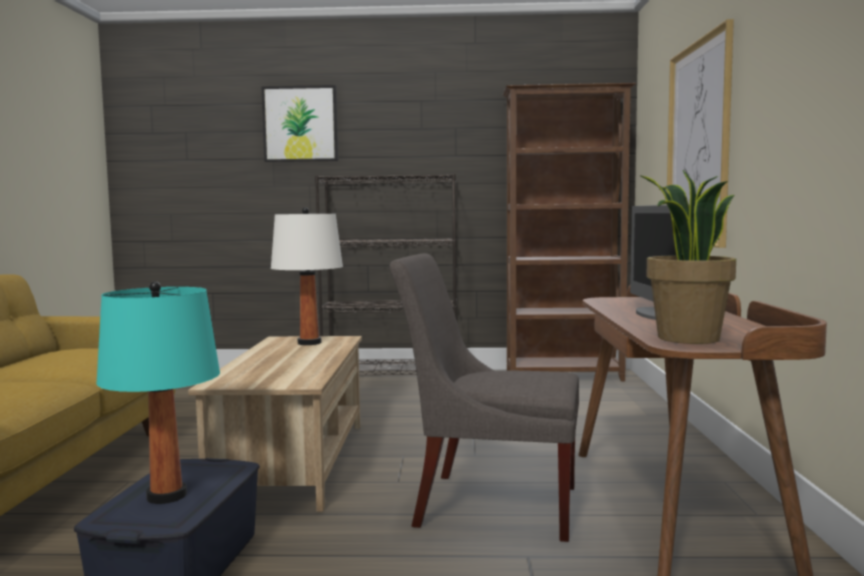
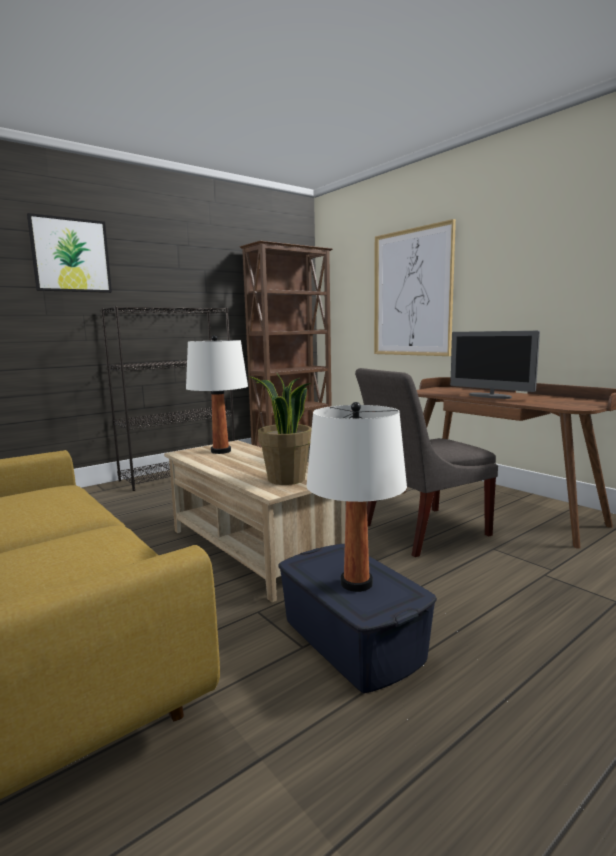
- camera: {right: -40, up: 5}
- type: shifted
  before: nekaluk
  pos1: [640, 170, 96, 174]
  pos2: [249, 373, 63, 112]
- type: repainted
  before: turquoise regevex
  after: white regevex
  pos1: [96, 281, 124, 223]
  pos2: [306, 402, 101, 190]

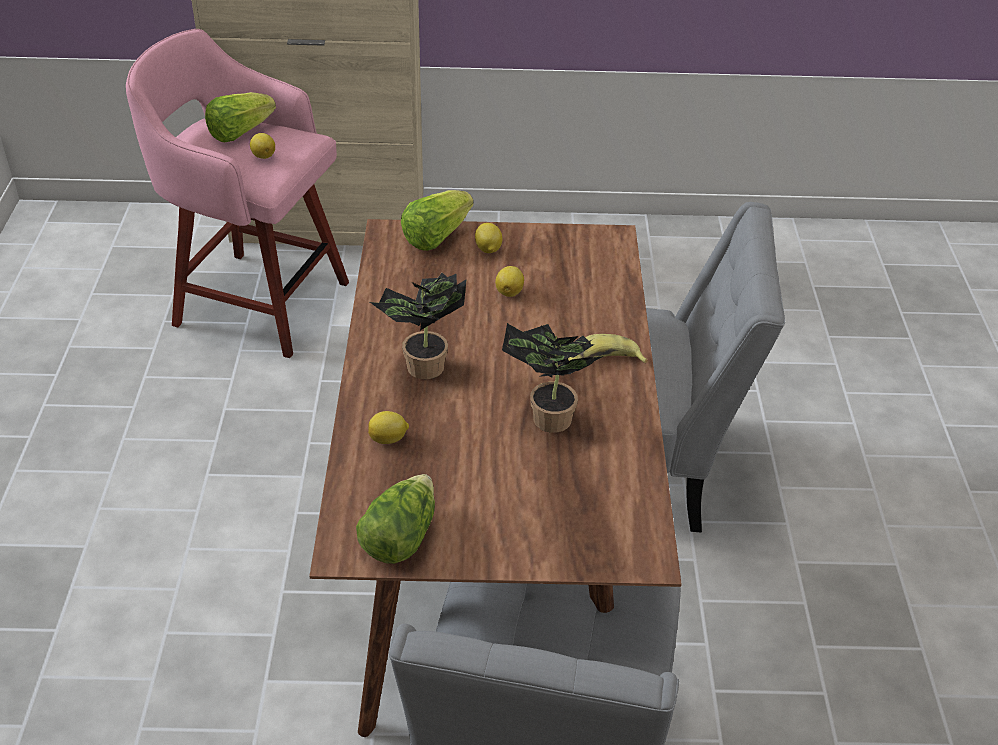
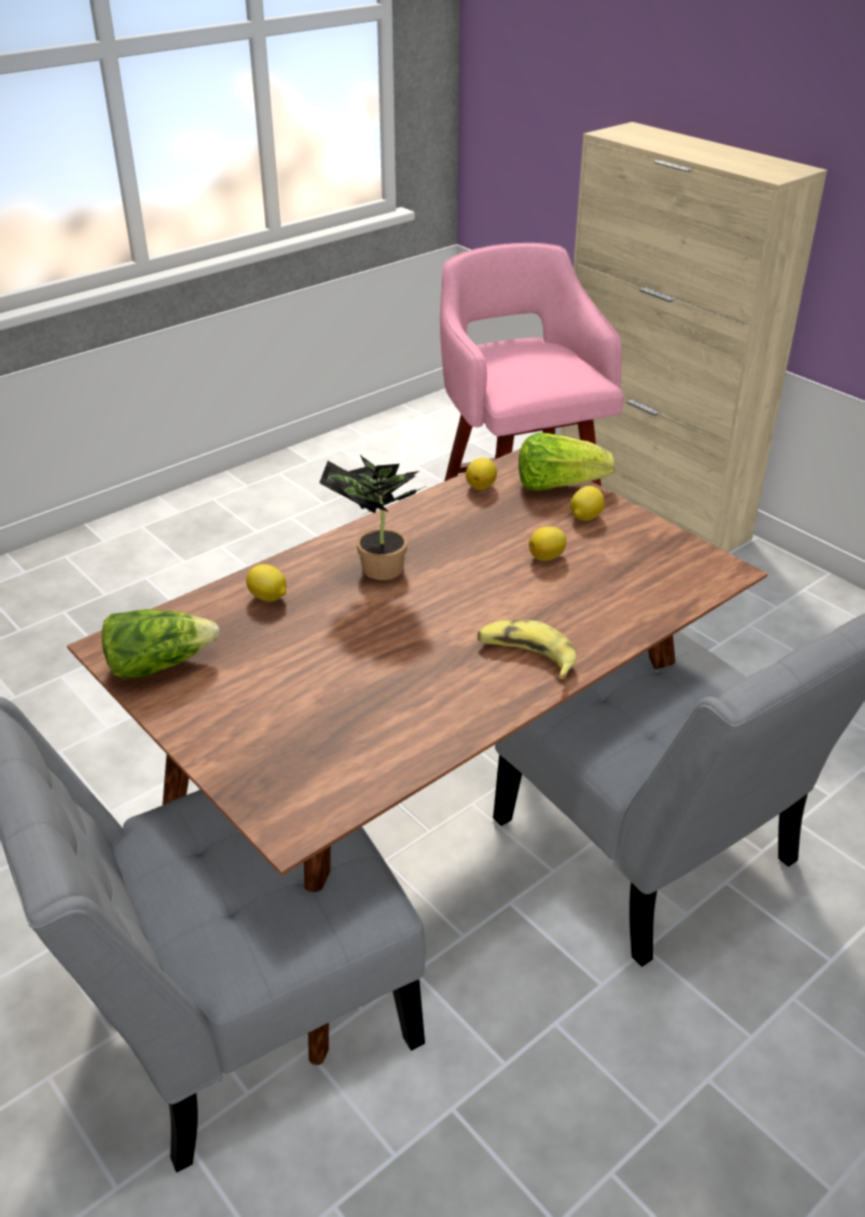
- camera: {right: 50, up: -5}
- type: gone
  before: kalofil
  pos1: [205, 92, 71, 50]
- type: shifted
  before: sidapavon
  pos1: [250, 133, 25, 26]
  pos2: [466, 458, 31, 32]
- type: gone
  before: nekaluk
  pos1: [502, 323, 102, 110]

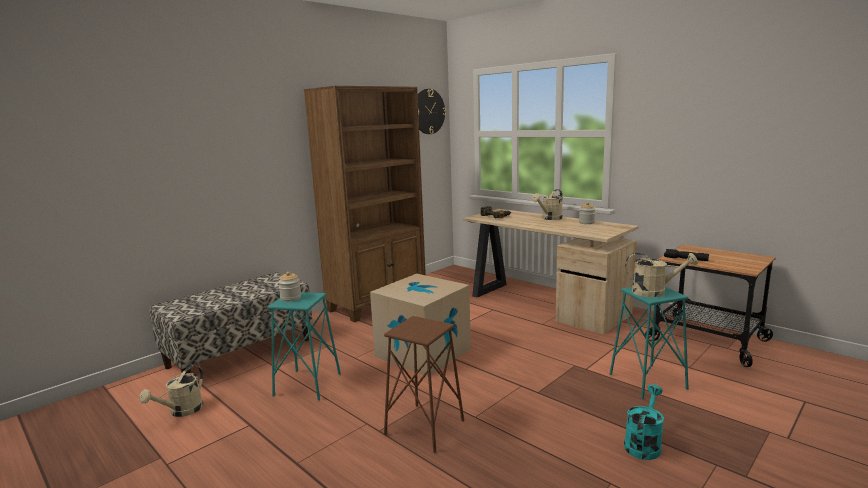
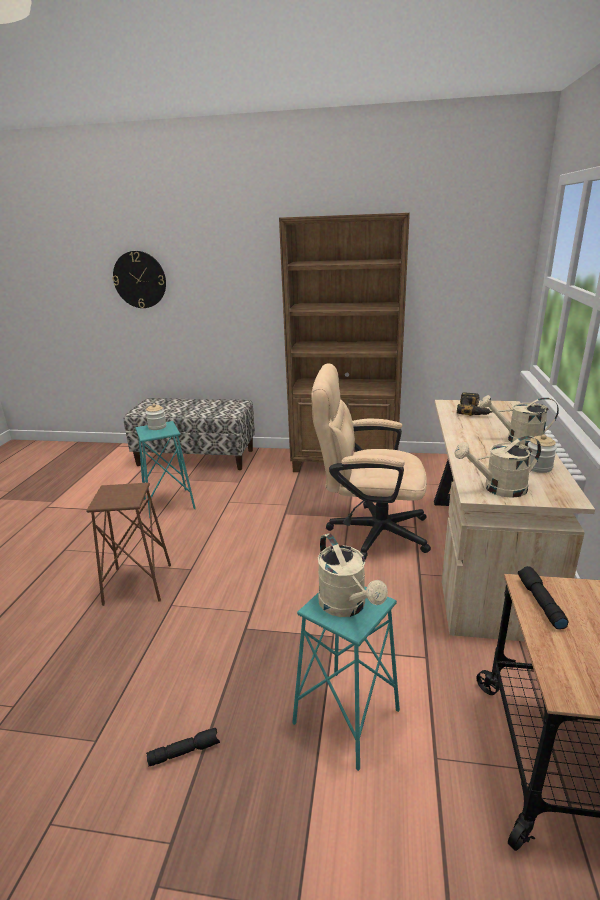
- camera: {right: 55, up: 10}
- type: shifted
  before: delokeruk
  pos1: [418, 89, 28, 45]
  pos2: [113, 251, 53, 57]
- type: gone
  before: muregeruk
  pos1: [370, 274, 101, 103]
- type: shifted
  before: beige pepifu
  pos1: [139, 365, 64, 52]
  pos2: [454, 436, 87, 62]
- type: swapped
  before: turquoise pepifu
  after: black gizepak
  pos1: [624, 384, 40, 76]
  pos2: [146, 728, 74, 39]
- type: new
  after: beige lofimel
  pos2: [312, 363, 119, 197]

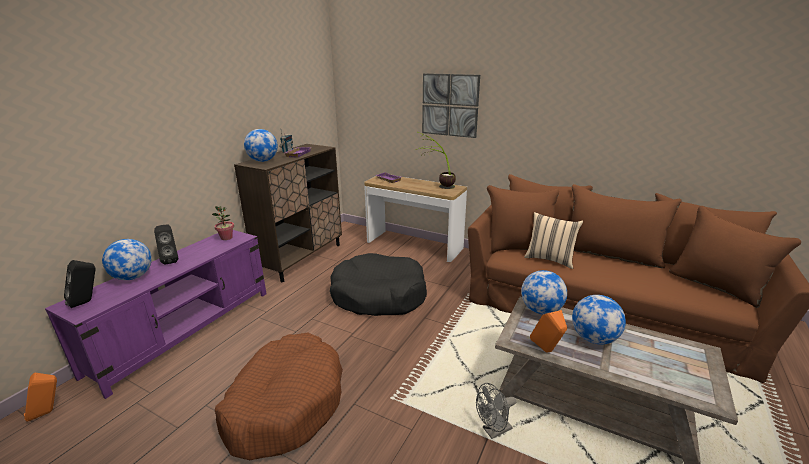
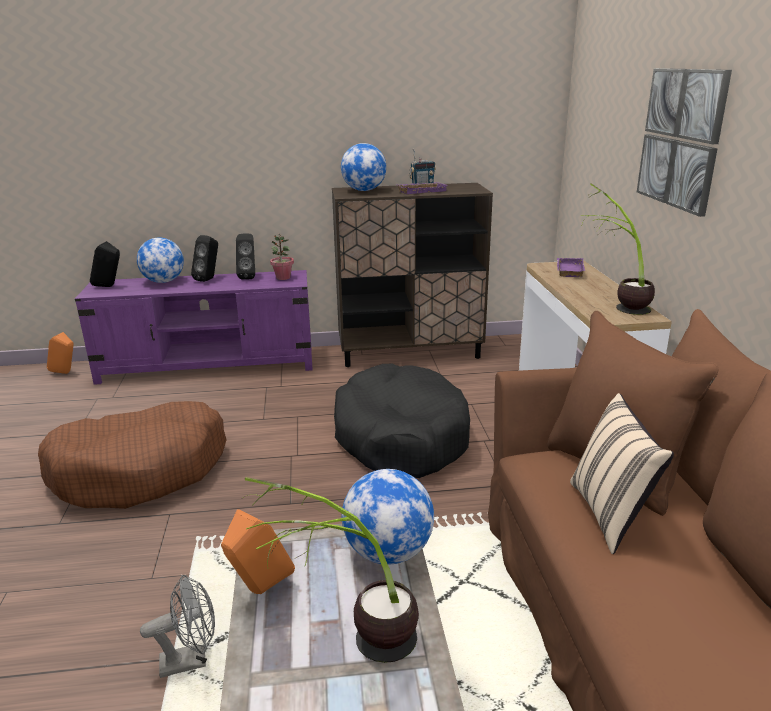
- camera: {right: 55, up: 0}
- type: swapped
  before: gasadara
  after: nekaluk
  pos1: [572, 295, 54, 50]
  pos2: [243, 477, 176, 186]
- type: rotated
  before: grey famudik
  pos1: [476, 383, 40, 56]
  pos2: [140, 575, 75, 103]
  turn: 135
- type: new
  after: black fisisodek
  pos2: [236, 234, 19, 46]

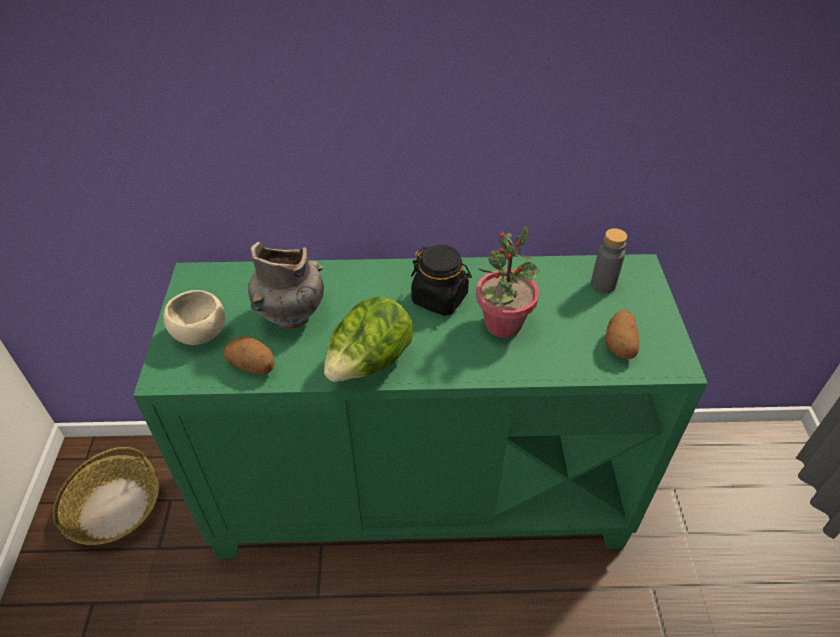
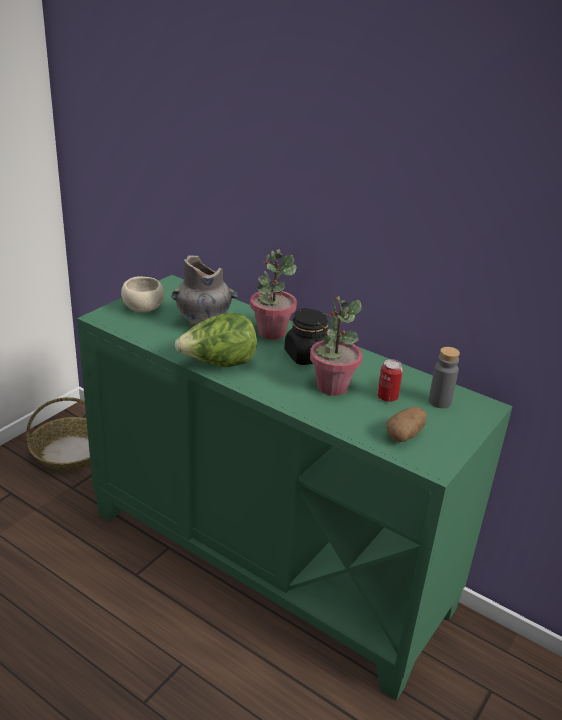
- camera: {right: 35, up: -15}
- type: gone
  before: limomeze
  pos1: [223, 336, 52, 38]
- type: new
  after: nekaluk
  pos2: [250, 249, 47, 90]
- type: new
  after: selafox
  pos2: [377, 359, 26, 43]

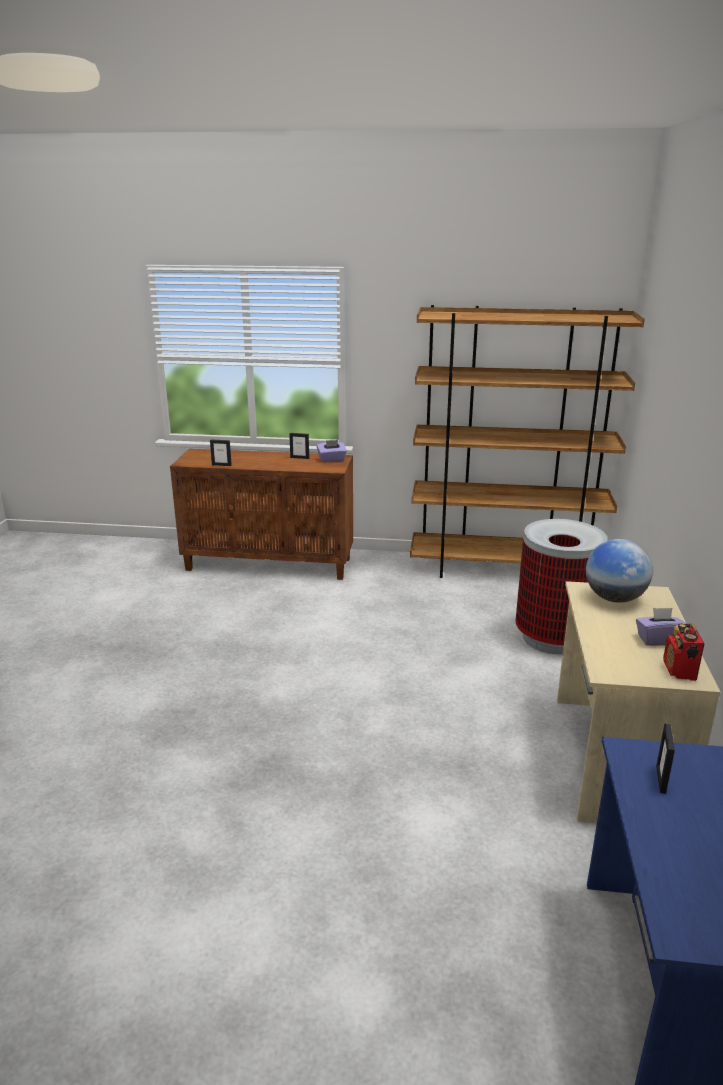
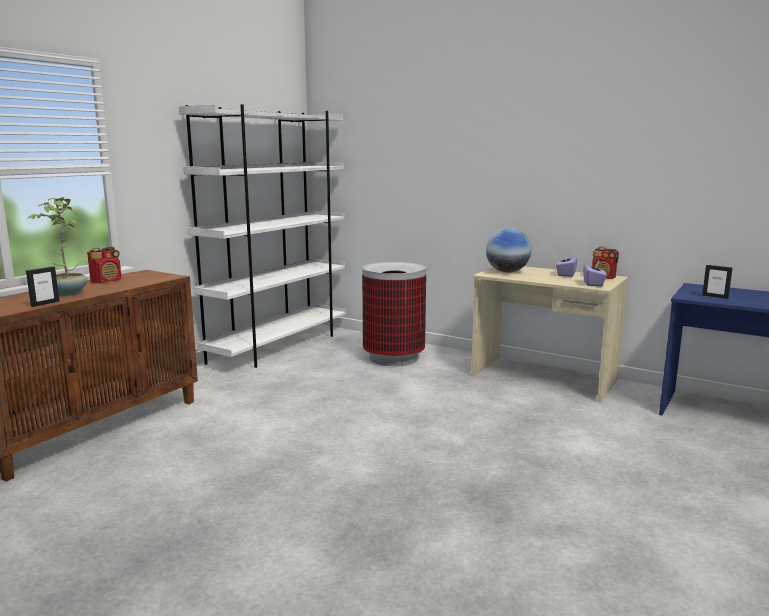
- camera: {right: -65, up: -10}
- type: repainted
  before: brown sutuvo
  after: white sutuvo
  pos1: [410, 305, 235, 273]
  pos2: [179, 104, 167, 264]
- type: swapped
  before: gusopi
  after: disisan
  pos1: [289, 433, 20, 26]
  pos2: [87, 247, 35, 36]
- type: shifted
  before: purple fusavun
  pos1: [317, 440, 30, 22]
  pos2: [583, 260, 24, 27]
- type: new
  after: nekaluk
  pos2: [27, 197, 60, 99]

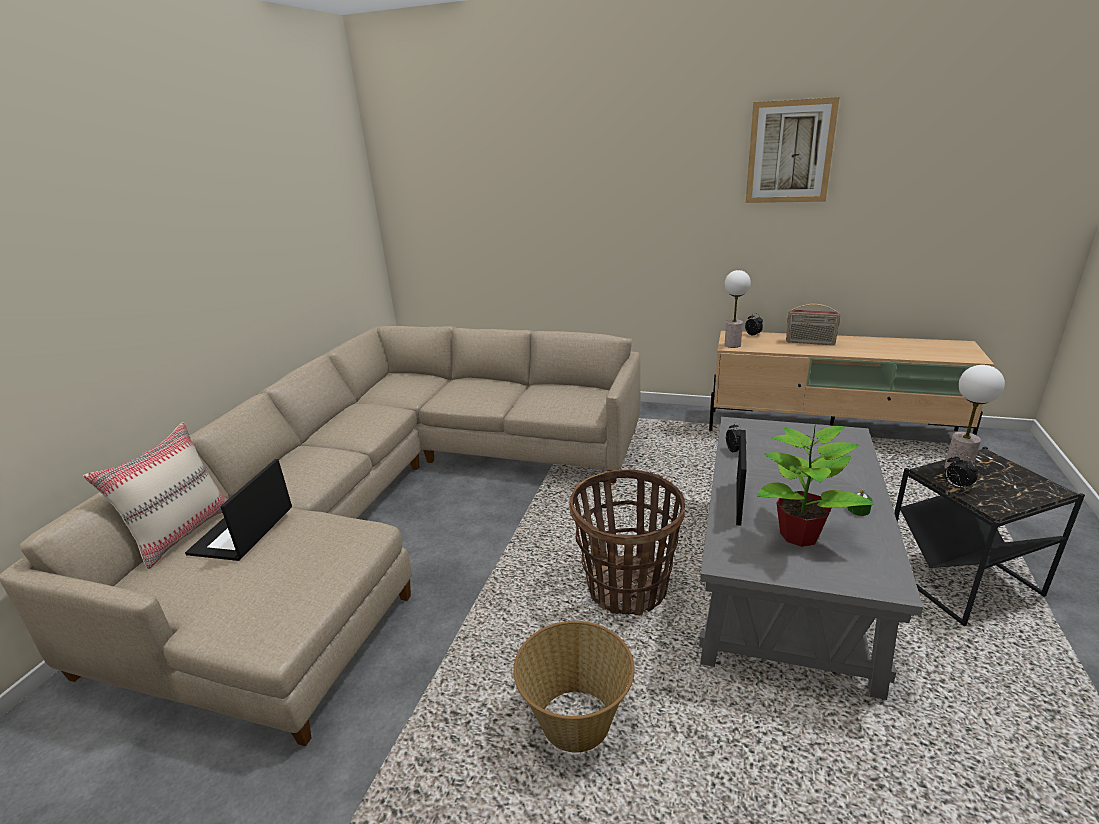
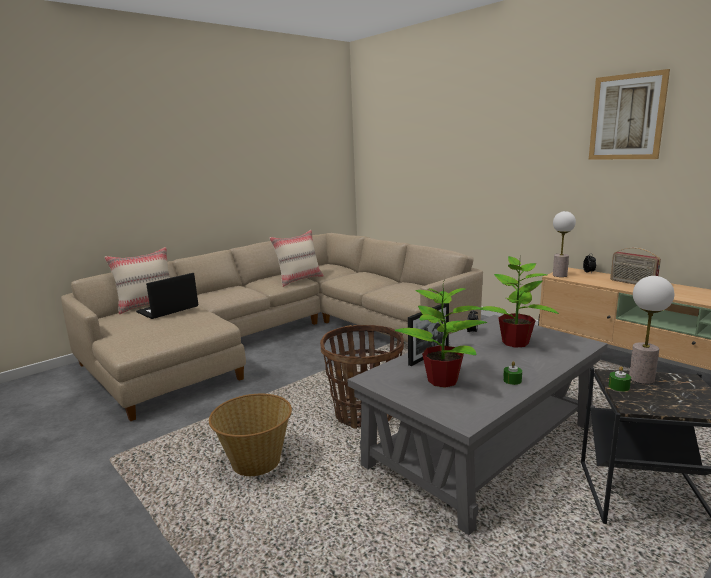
- camera: {right: 30, up: -10}
- type: swapped
  before: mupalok
  after: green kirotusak
  pos1: [944, 454, 34, 37]
  pos2: [608, 366, 23, 26]
- type: new
  after: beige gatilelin
  pos2: [269, 230, 55, 57]
- type: new
  after: nekaluk
  pos2: [478, 256, 81, 92]

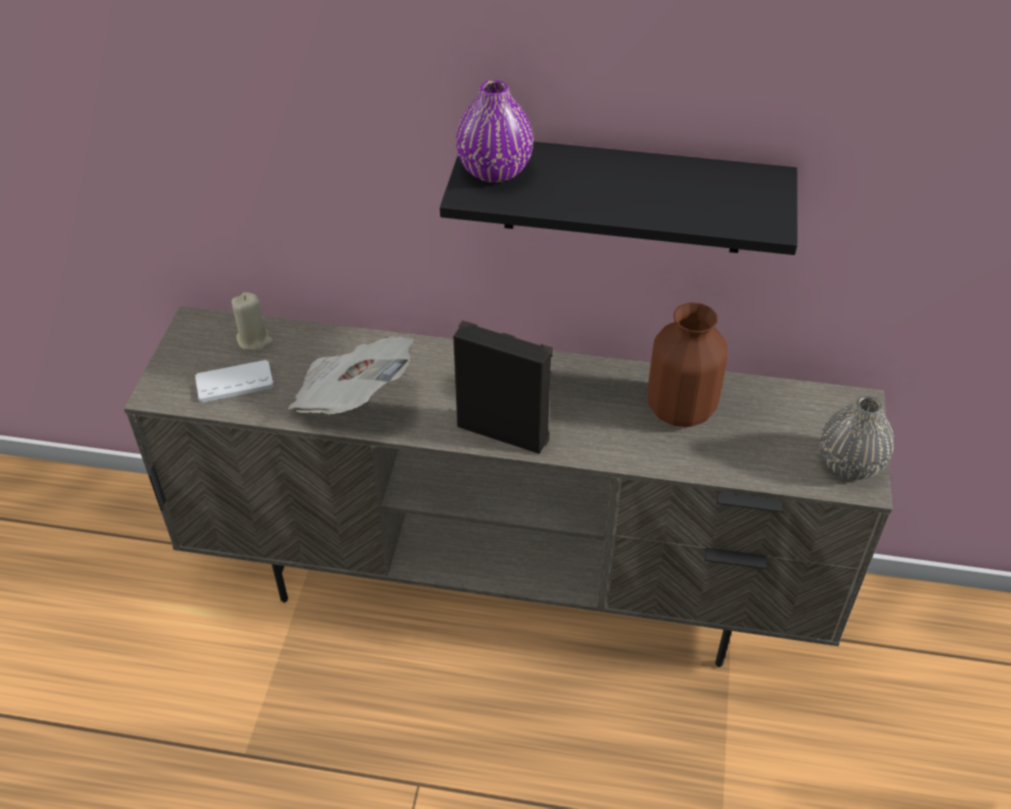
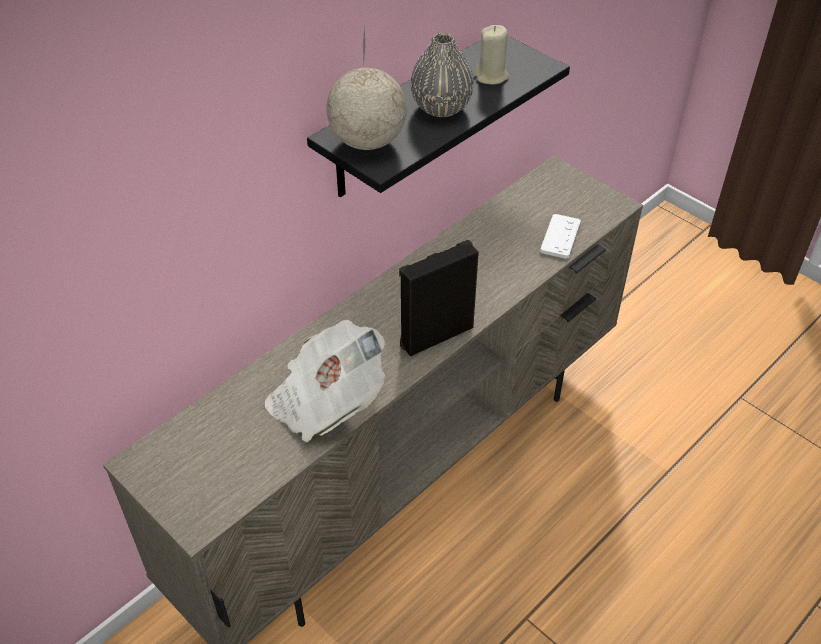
- camera: {right: -55, up: 0}
- type: swapped
  before: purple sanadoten
  after: gasadara
  pos1: [456, 80, 77, 103]
  pos2: [326, 24, 81, 126]
- type: shifted
  before: beige kirotusak
  pos1: [232, 292, 41, 59]
  pos2: [475, 25, 34, 60]
- type: gone
  before: brown sanadoten
  pos1: [648, 302, 79, 125]
- type: shifted
  before: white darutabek
  pos1: [195, 360, 79, 43]
  pos2: [540, 214, 41, 45]
- type: shifted
  before: grey sanadoten
  pos1: [820, 396, 74, 84]
  pos2: [411, 33, 63, 84]

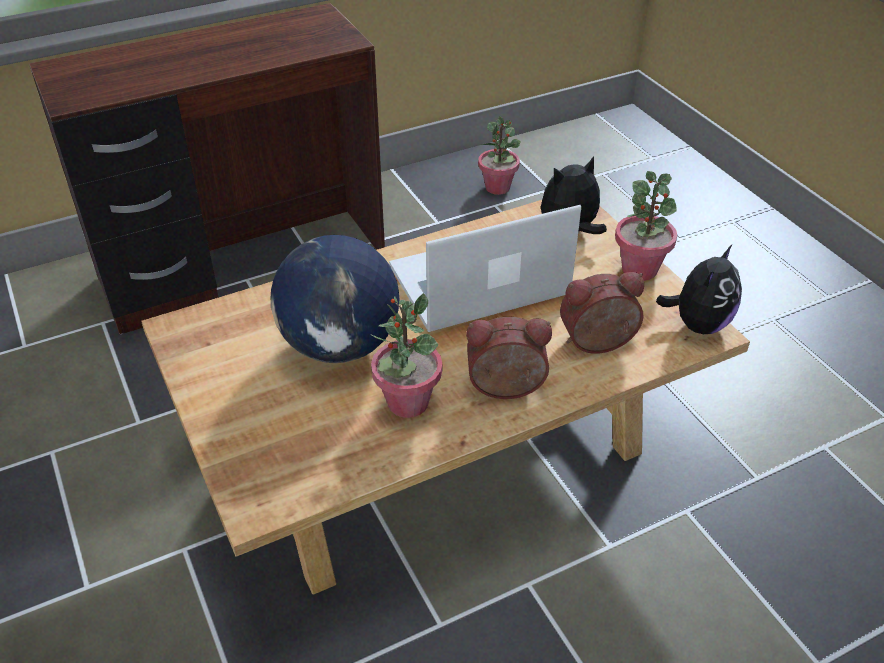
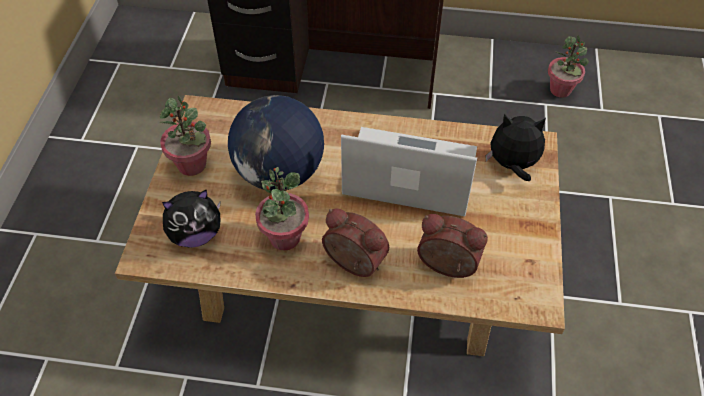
- camera: {right: 35, up: 10}
- type: shifted
  before: nekaluk
  pos1: [615, 171, 62, 110]
  pos2: [159, 95, 52, 81]
- type: shifted
  before: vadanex
  pos1: [656, 244, 86, 90]
  pos2: [162, 190, 59, 58]

